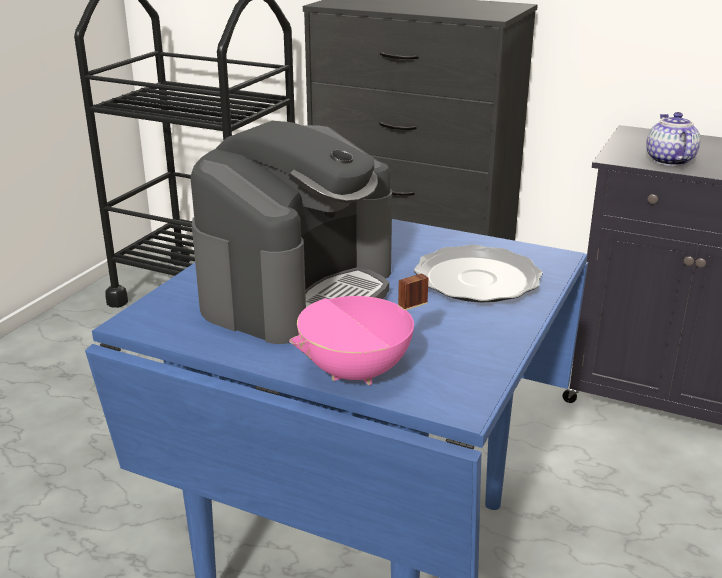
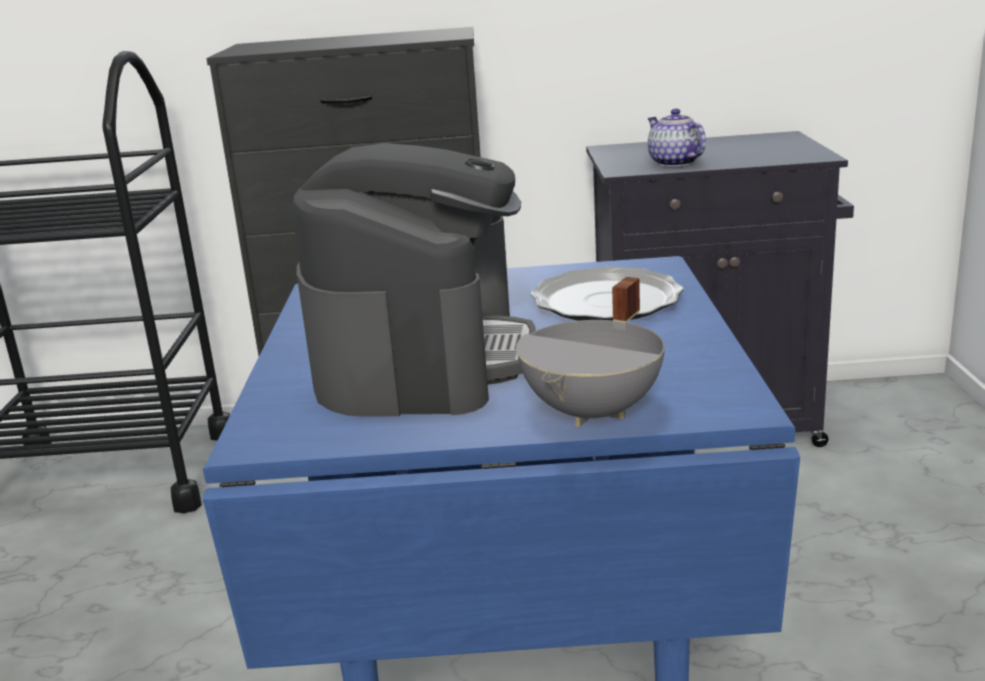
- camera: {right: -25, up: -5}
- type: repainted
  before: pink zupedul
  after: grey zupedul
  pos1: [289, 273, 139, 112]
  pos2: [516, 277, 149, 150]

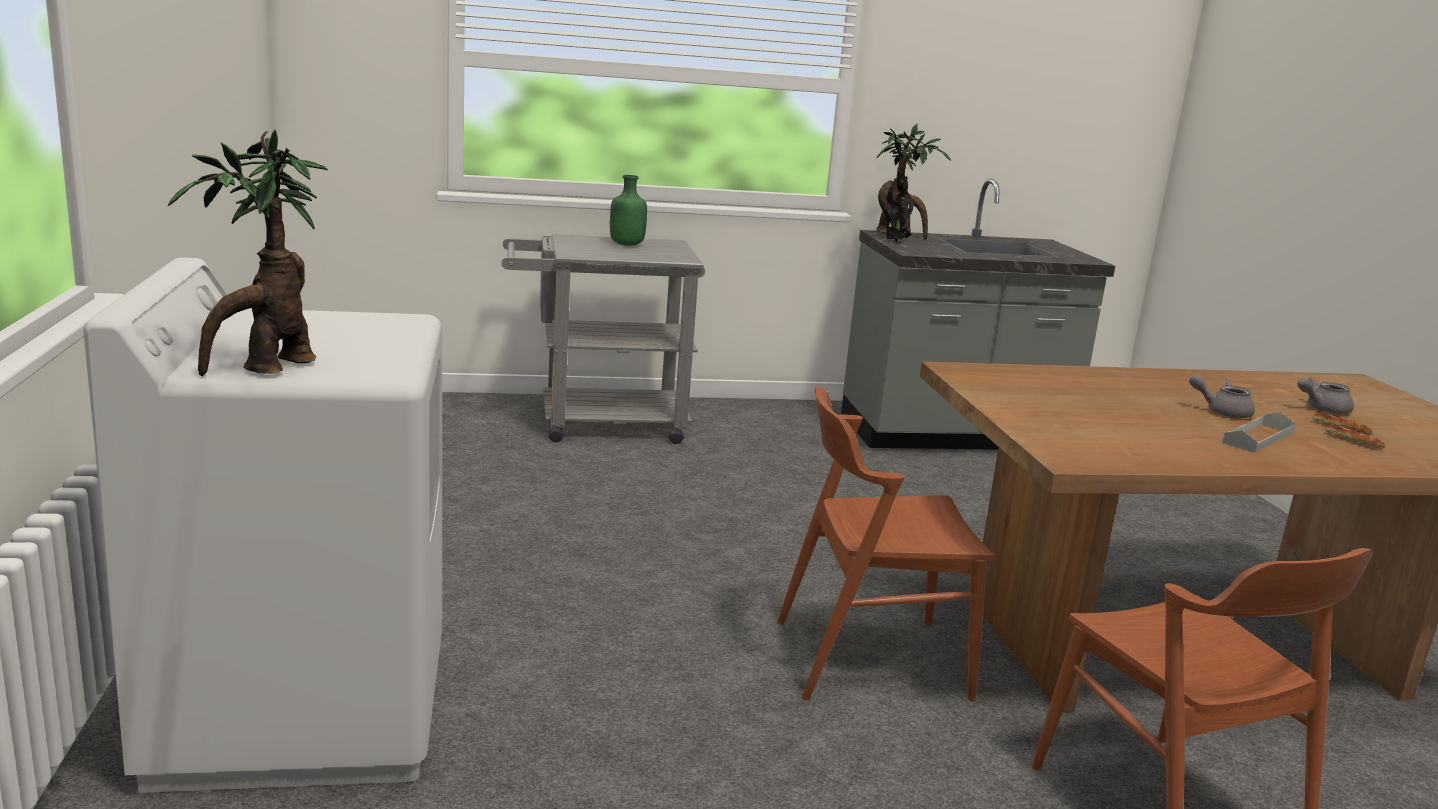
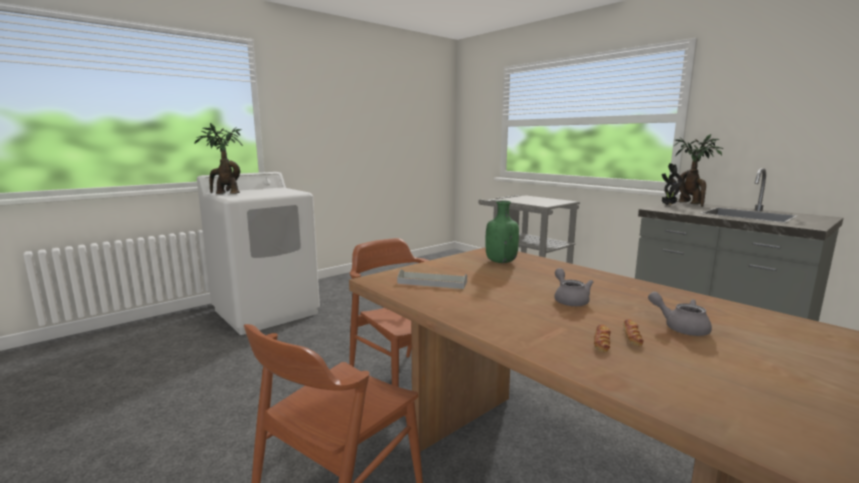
- camera: {right: 60, up: -5}
- type: shifted
  before: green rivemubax
  pos1: [610, 175, 37, 71]
  pos2: [485, 200, 34, 63]
- type: shifted
  before: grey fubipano
  pos1: [1222, 412, 74, 41]
  pos2: [397, 269, 70, 20]

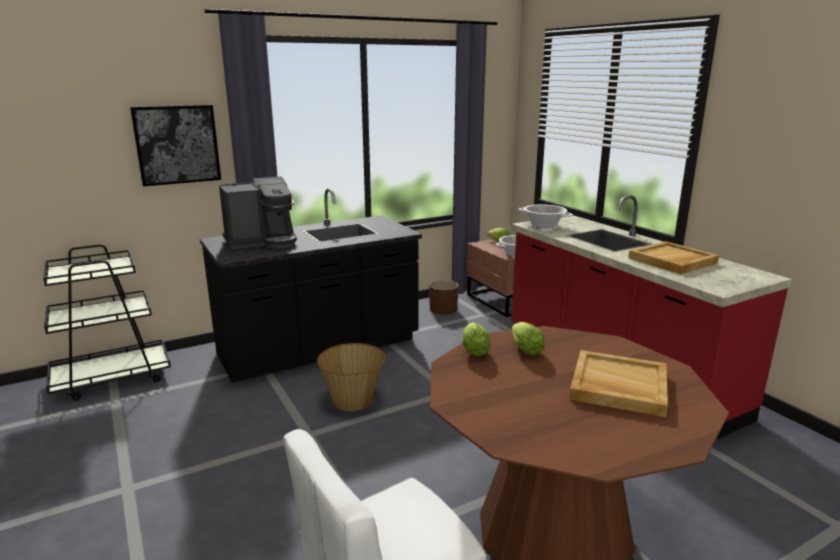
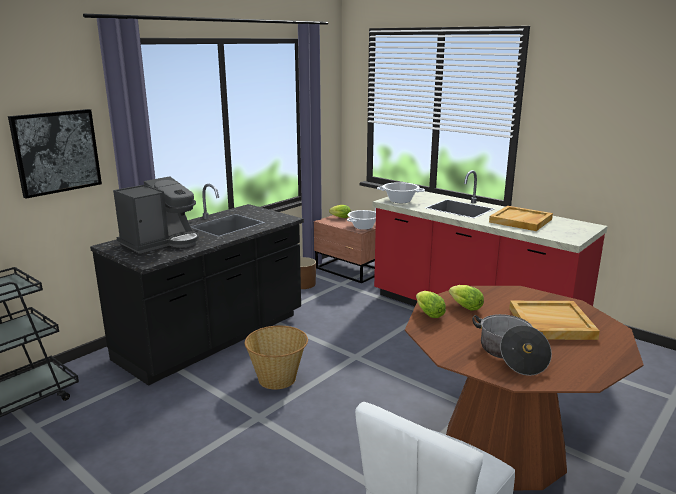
- camera: {right: -20, up: 0}
- type: new
  after: zupedul
  pos2: [472, 314, 80, 62]

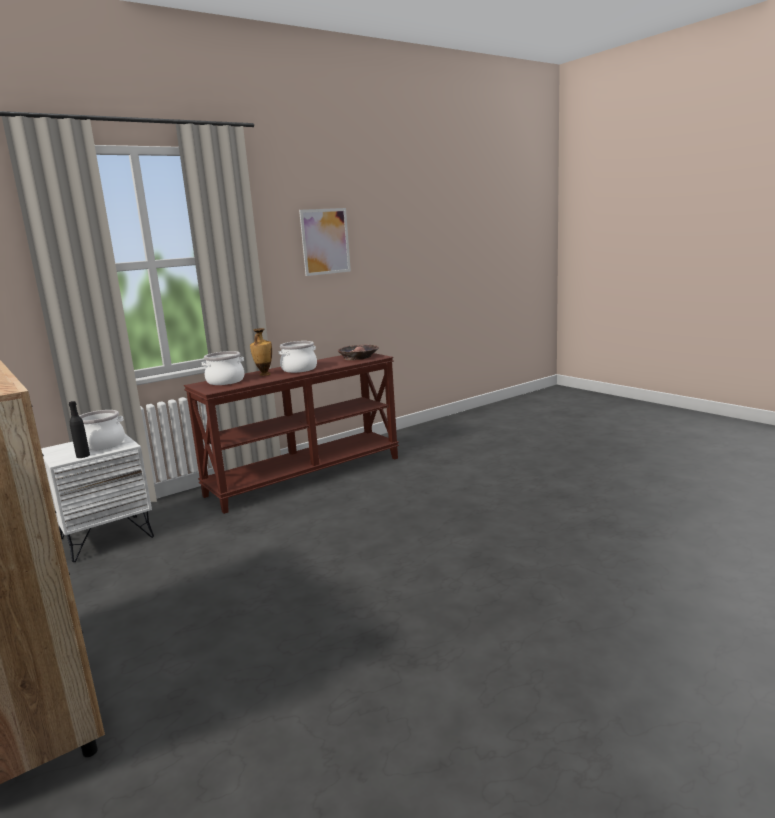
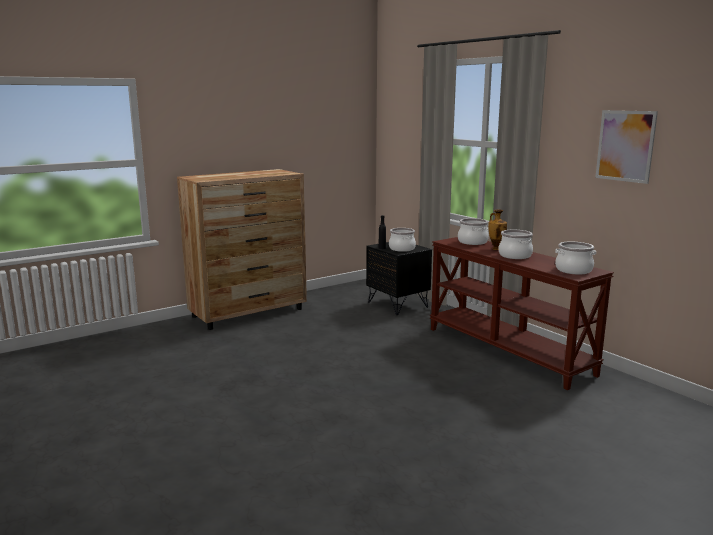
- camera: {right: 90, up: 0}
- type: swapped
  before: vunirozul
  after: zupedul
  pos1: [337, 345, 42, 15]
  pos2: [555, 242, 41, 33]
- type: repainted
  before: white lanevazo
  after: black lanevazo
  pos1: [41, 434, 113, 128]
  pos2: [366, 242, 66, 73]

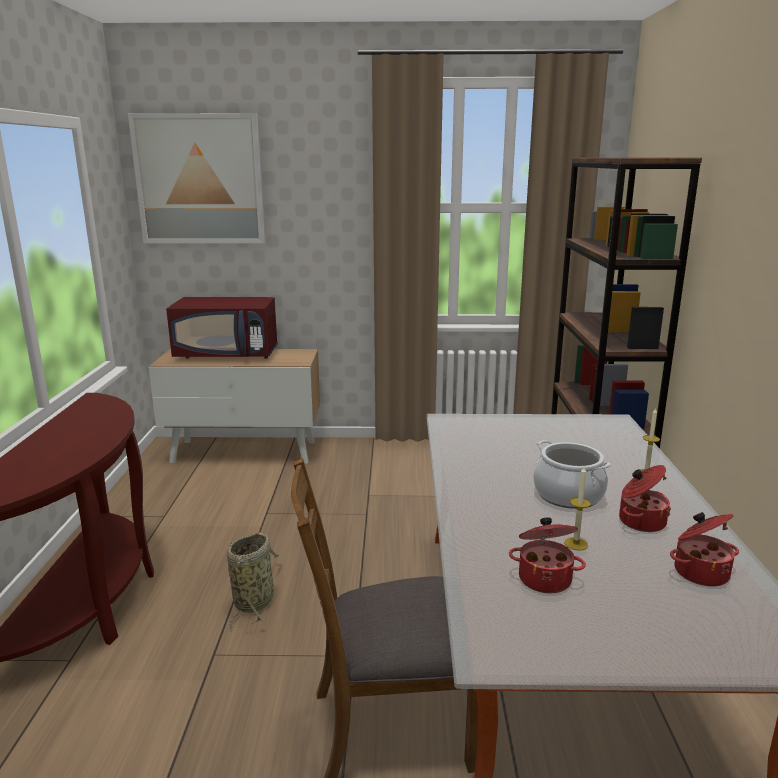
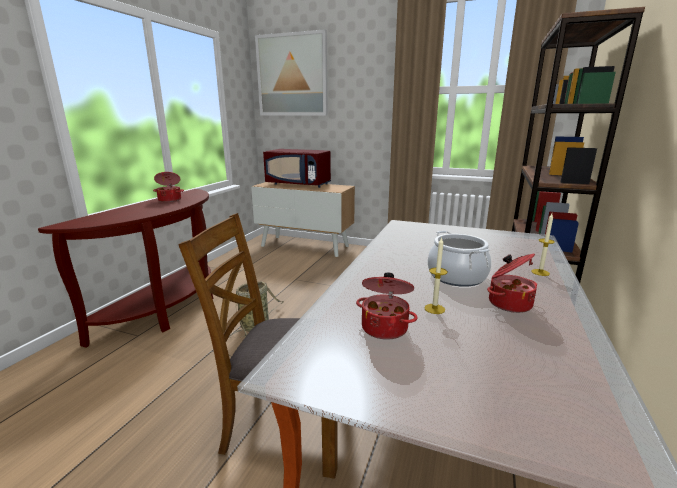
- camera: {right: 20, up: 0}
- type: shifted
  before: zupedul
  pos1: [670, 512, 69, 75]
  pos2: [153, 172, 31, 30]

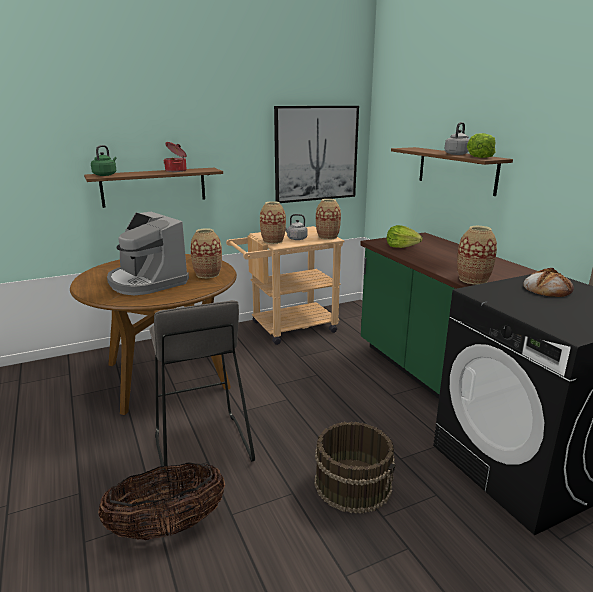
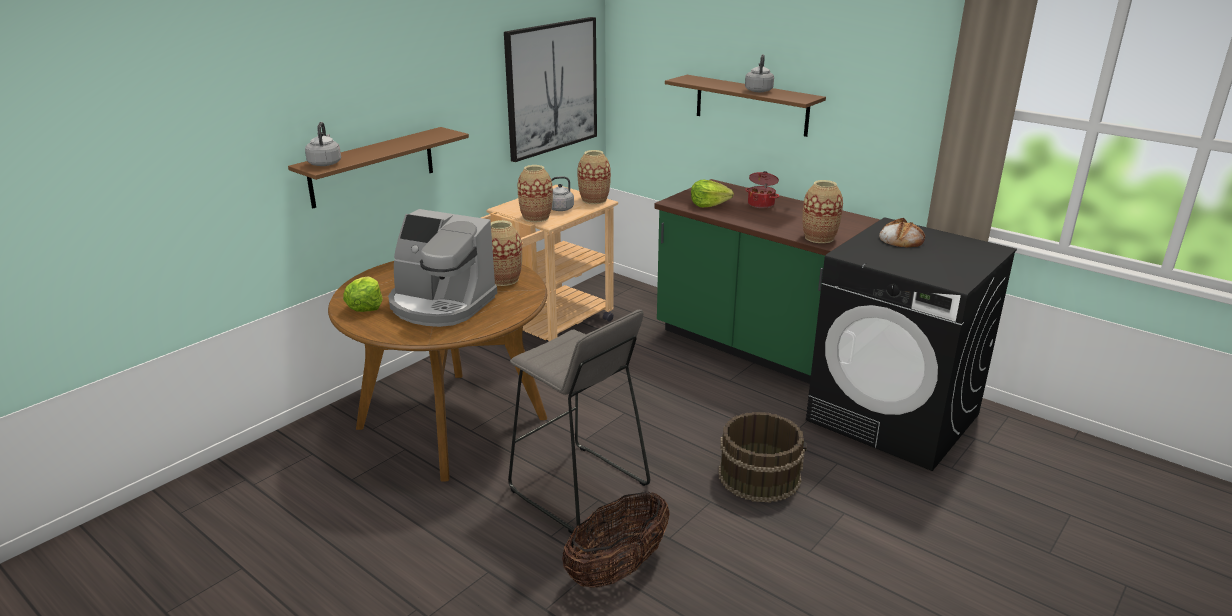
- camera: {right: -25, up: 5}
- type: shifted
  before: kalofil
  pos1: [467, 133, 29, 25]
  pos2: [343, 277, 40, 35]
- type: shifted
  before: zupedul
  pos1: [164, 142, 23, 30]
  pos2: [745, 171, 34, 37]
- type: repainted
  before: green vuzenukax
  after: grey vuzenukax
  pos1: [91, 145, 26, 31]
  pos2: [305, 122, 36, 44]

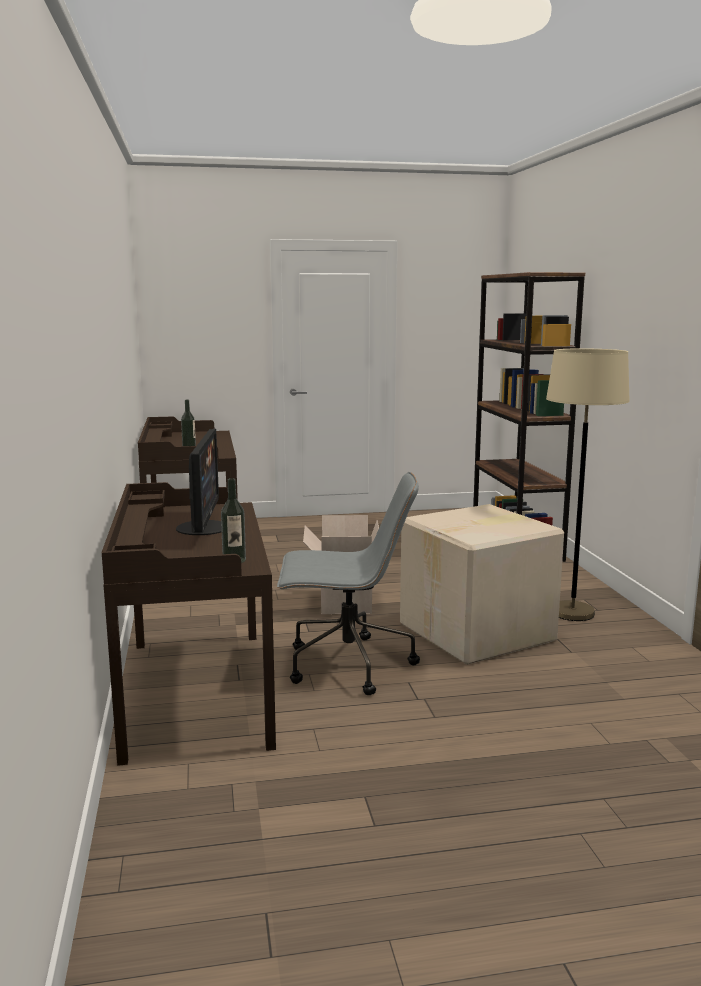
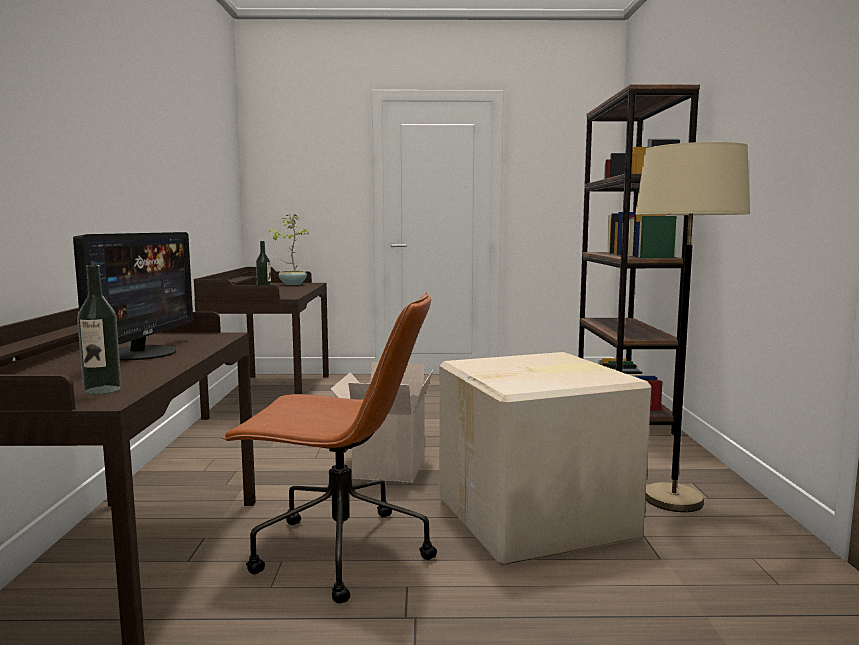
- camera: {right: 10, up: -5}
- type: repainted
  before: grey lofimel
  after: brown lofimel
  pos1: [277, 472, 143, 223]
  pos2: [222, 292, 215, 312]
- type: new
  after: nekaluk
  pos2: [269, 214, 41, 71]

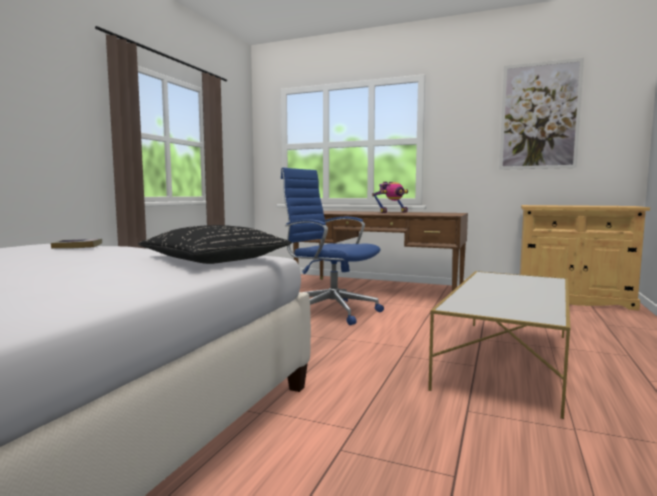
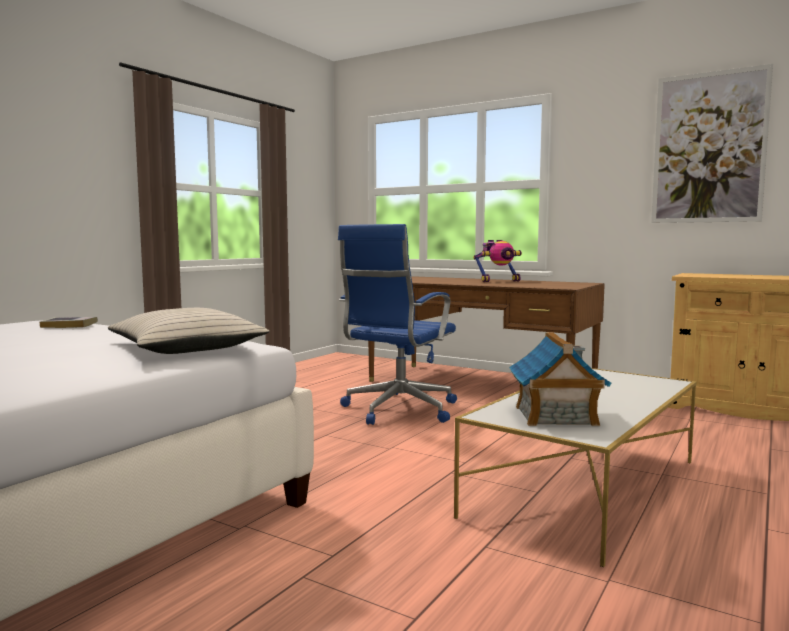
- camera: {right: 10, up: 0}
- type: rotated
  before: blue lofimel
  pos1: [281, 168, 103, 157]
  pos2: [338, 224, 119, 201]
  turn: -105
- type: repainted
  before: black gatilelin
  after: beige gatilelin
  pos1: [138, 225, 154, 39]
  pos2: [108, 308, 161, 46]
- type: new
  after: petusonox
  pos2: [509, 332, 102, 94]

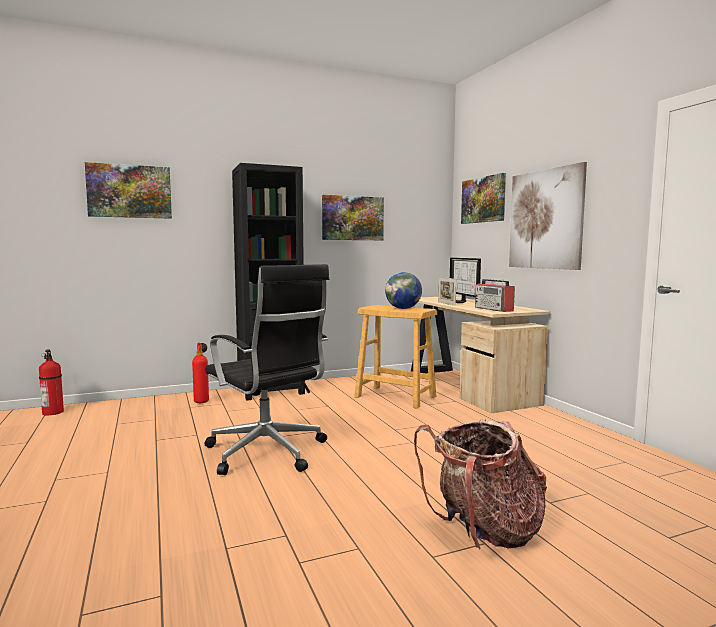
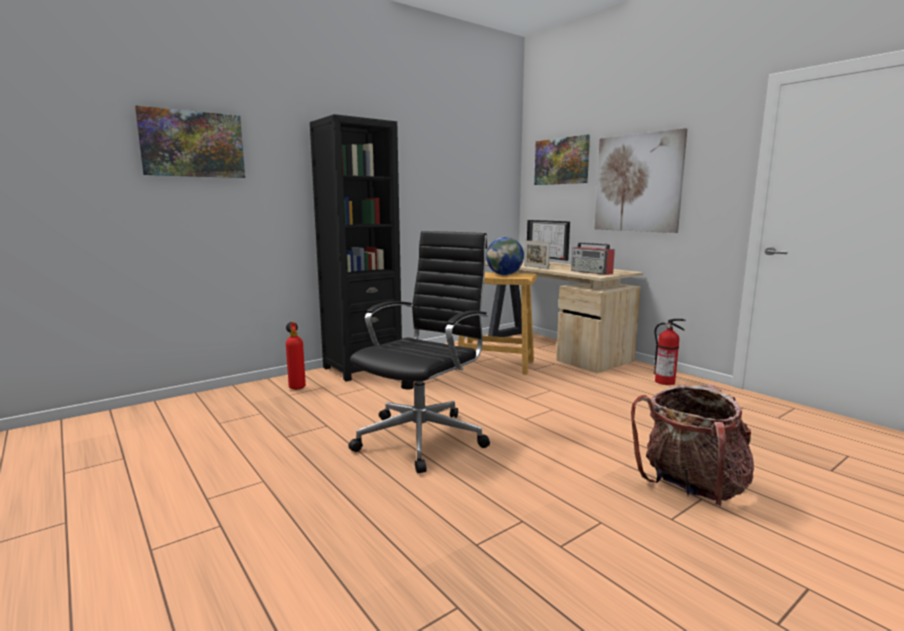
- camera: {right: -15, up: 5}
- type: gone
  before: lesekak
  pos1: [322, 195, 62, 45]
- type: rotated
  before: black lofimel
  pos1: [205, 264, 124, 211]
  pos2: [349, 231, 141, 242]
  turn: -90
- type: shifted
  before: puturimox
  pos1: [39, 349, 25, 66]
  pos2: [653, 319, 33, 66]

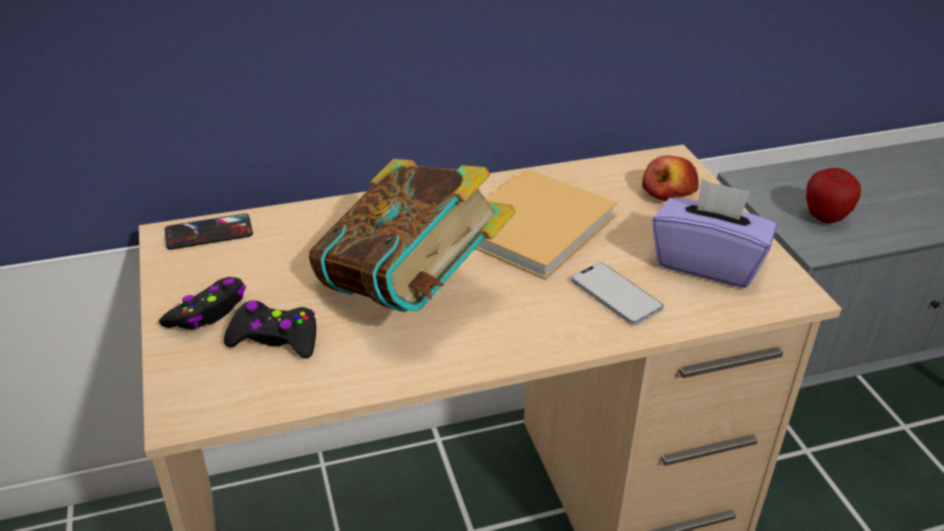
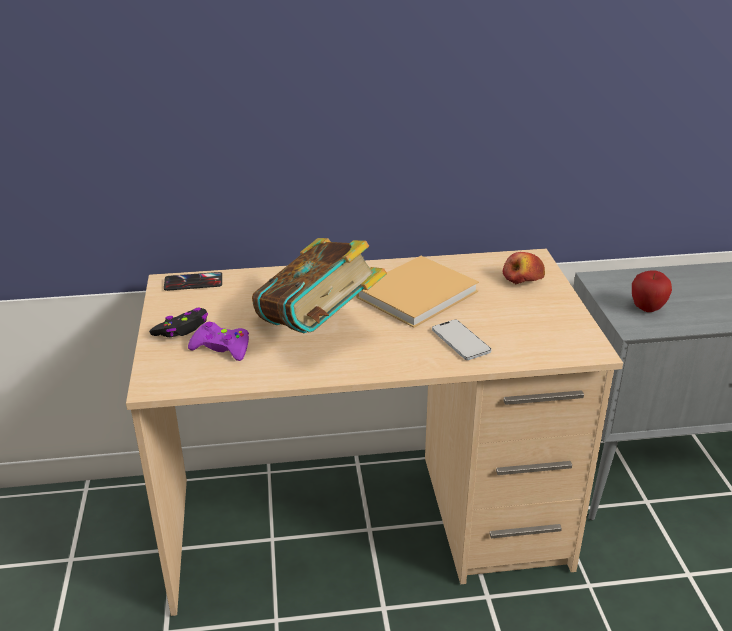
- camera: {right: 10, up: -5}
- type: gone
  before: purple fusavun
  pos1: [652, 179, 125, 109]
- type: repainted
  before: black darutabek
  after: purple darutabek
  pos1: [224, 300, 92, 58]
  pos2: [188, 322, 61, 39]

